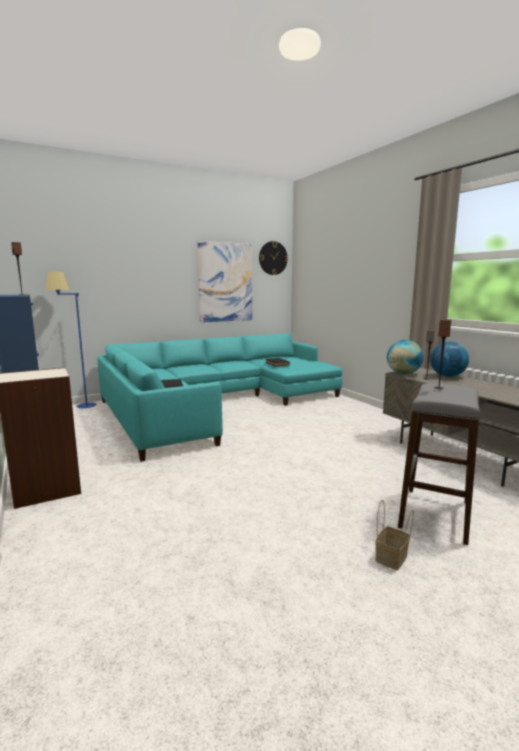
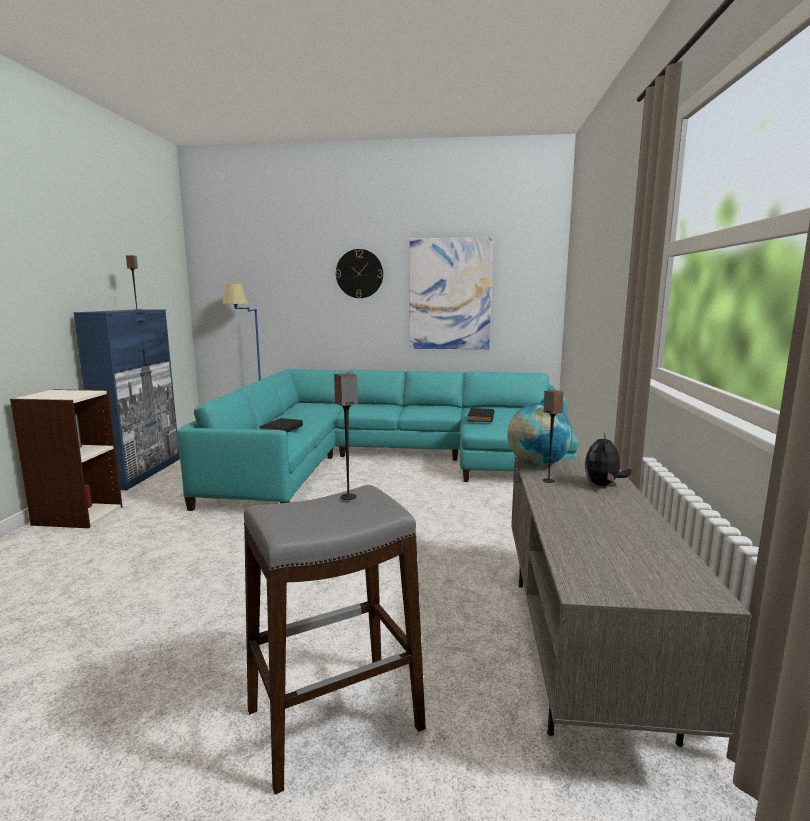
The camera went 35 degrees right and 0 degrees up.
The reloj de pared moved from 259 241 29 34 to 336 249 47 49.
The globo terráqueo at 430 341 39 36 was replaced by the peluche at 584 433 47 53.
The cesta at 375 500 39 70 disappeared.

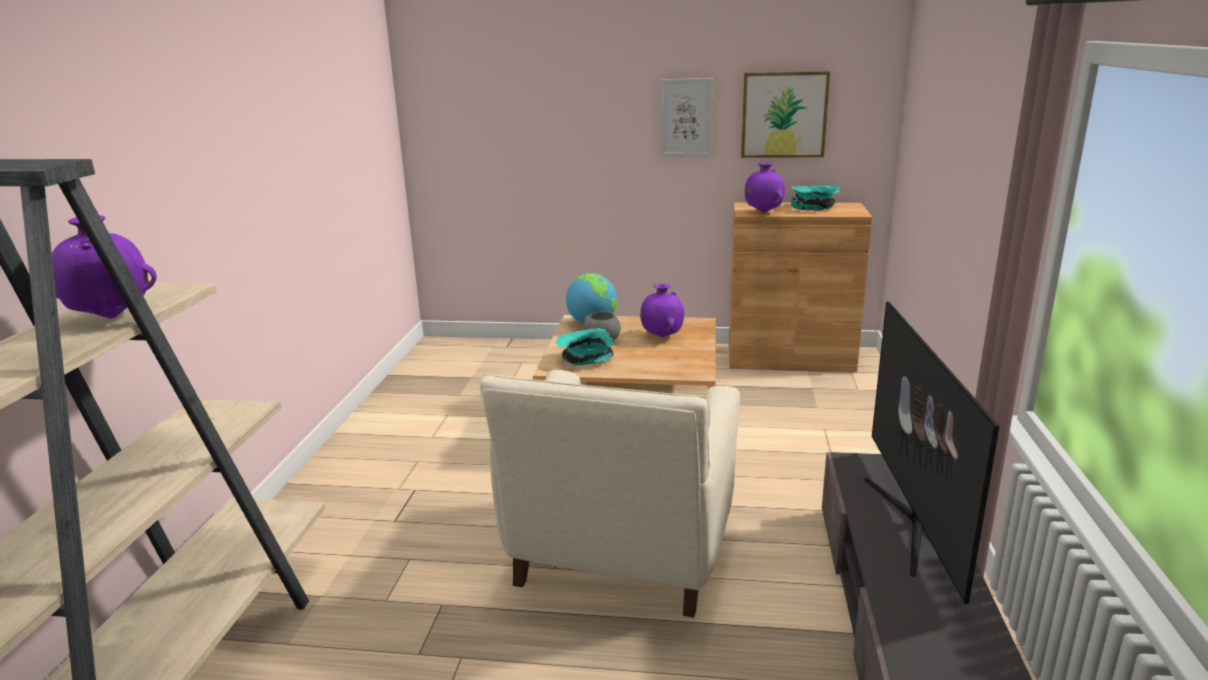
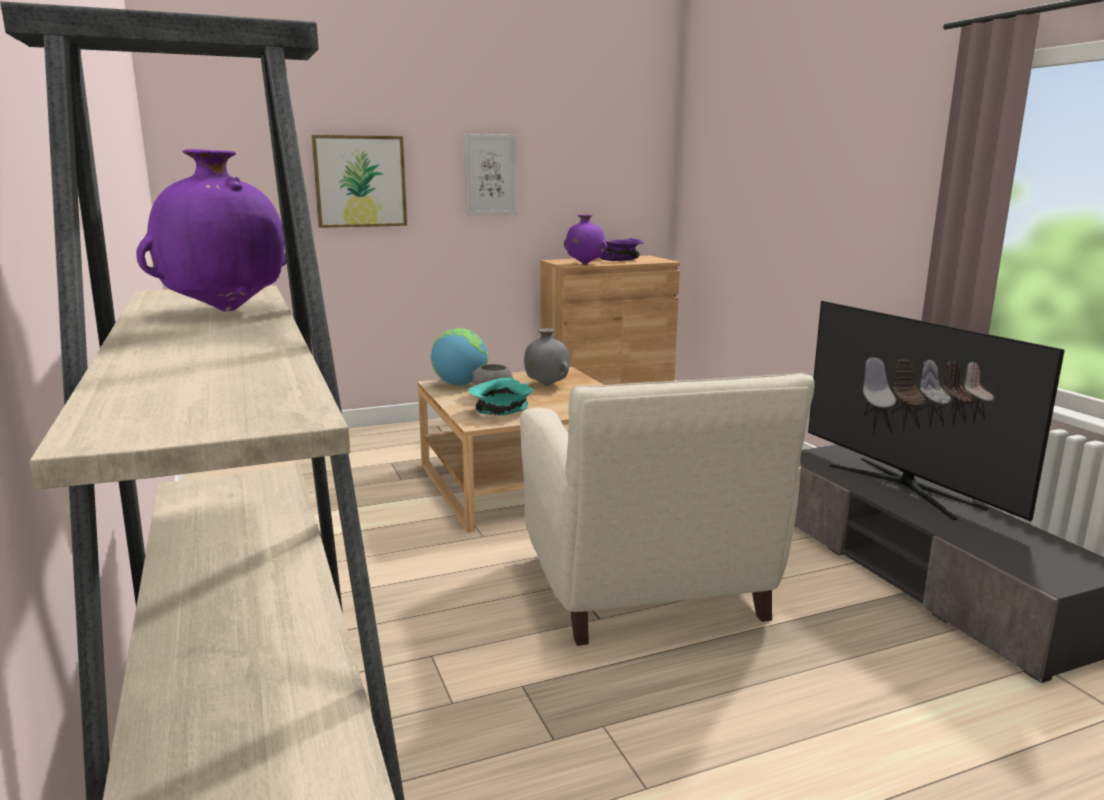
The camera went 30 degrees left and 5 degrees down.
The cuadro moved from 741 71 89 87 to 312 135 95 93.
The cuenco [turquesa] at 791 185 48 25 became the cuenco [morado] at 599 238 44 23.
The florero [morado] at 640 283 44 55 became the florero [gris] at 524 329 46 57.

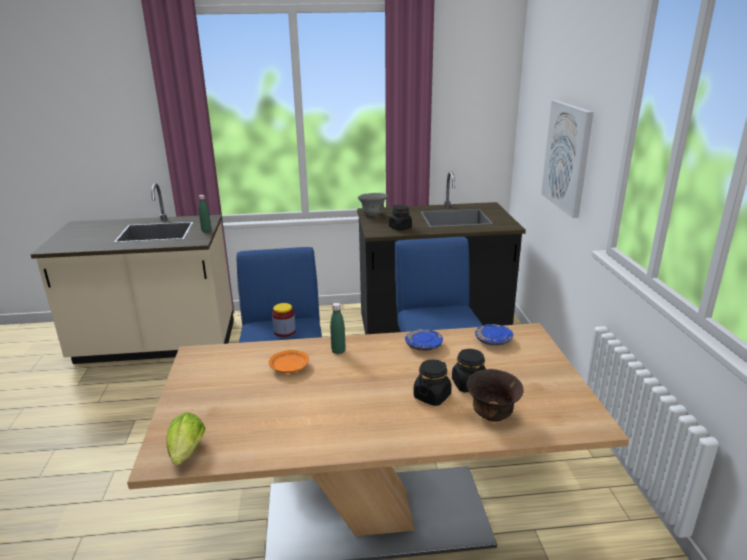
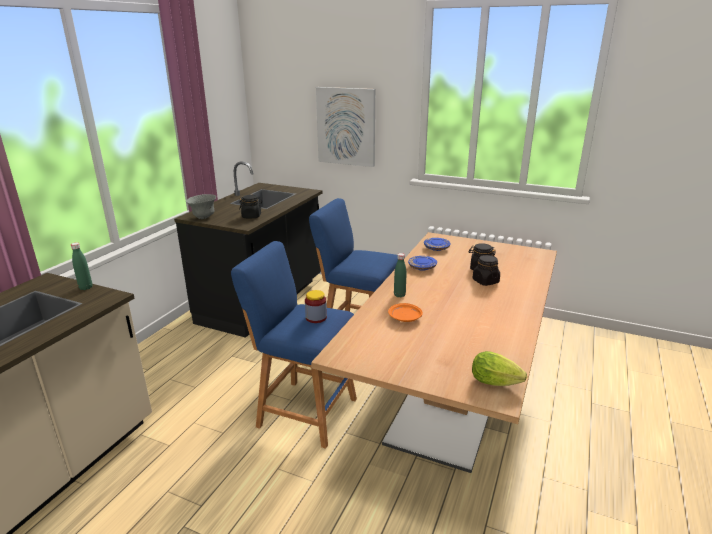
The camera went 60 degrees left and 0 degrees up.
The cuenco [marrón] at 467 369 56 52 disappeared.

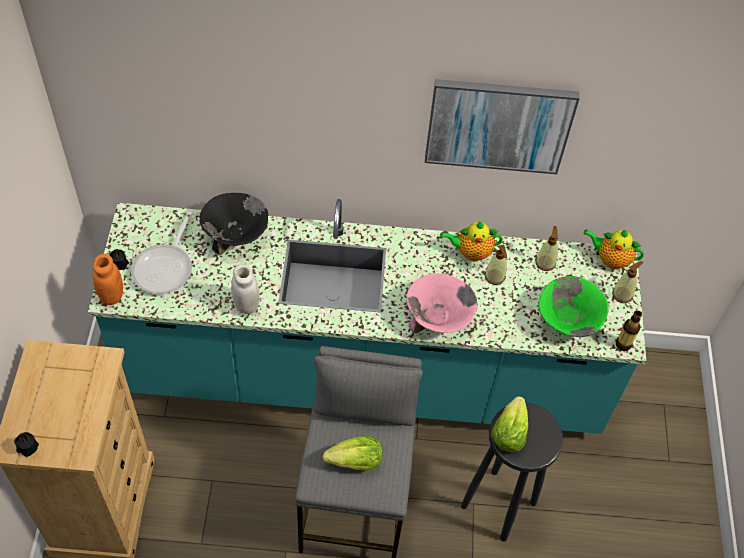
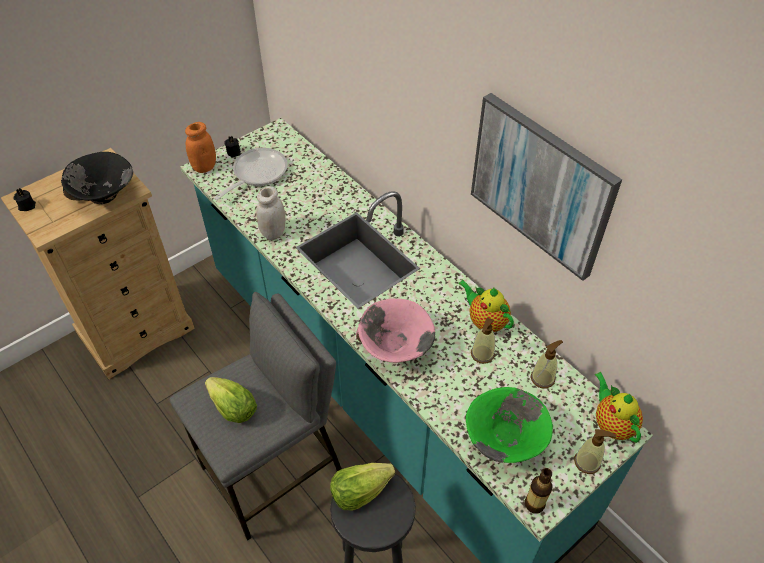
The camera went 50 degrees right and 5 degrees down.
The cuenco [negro] moved from 200 193 68 62 to 61 152 73 52.
The sartén at 131 211 61 83 turned 150 degrees clockwise.

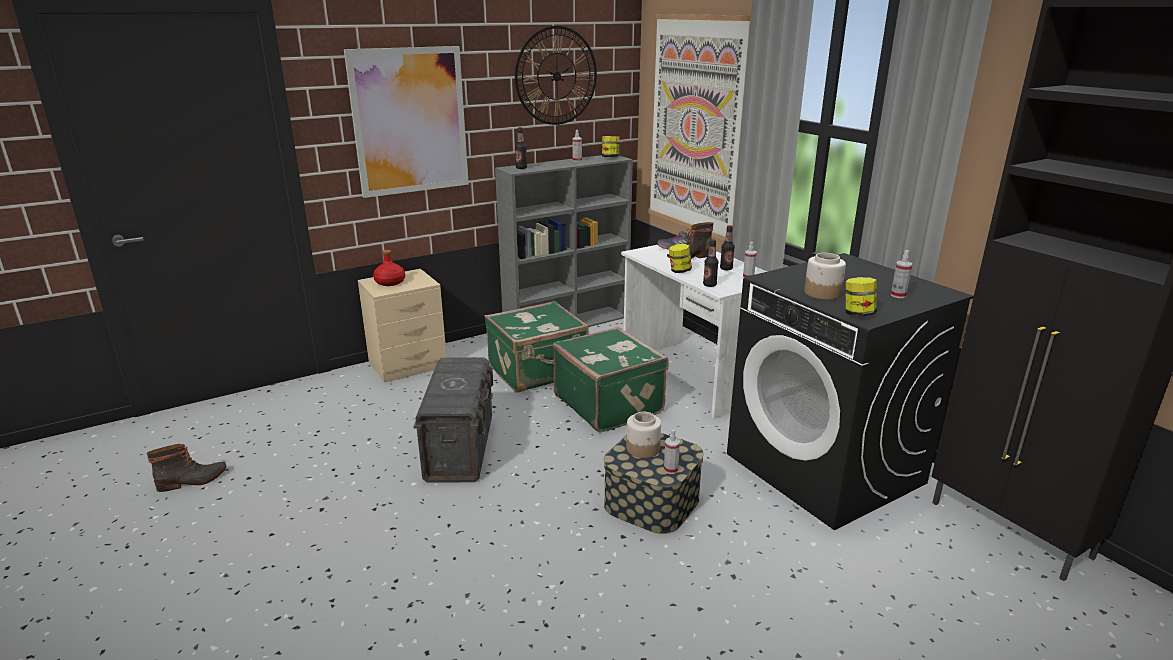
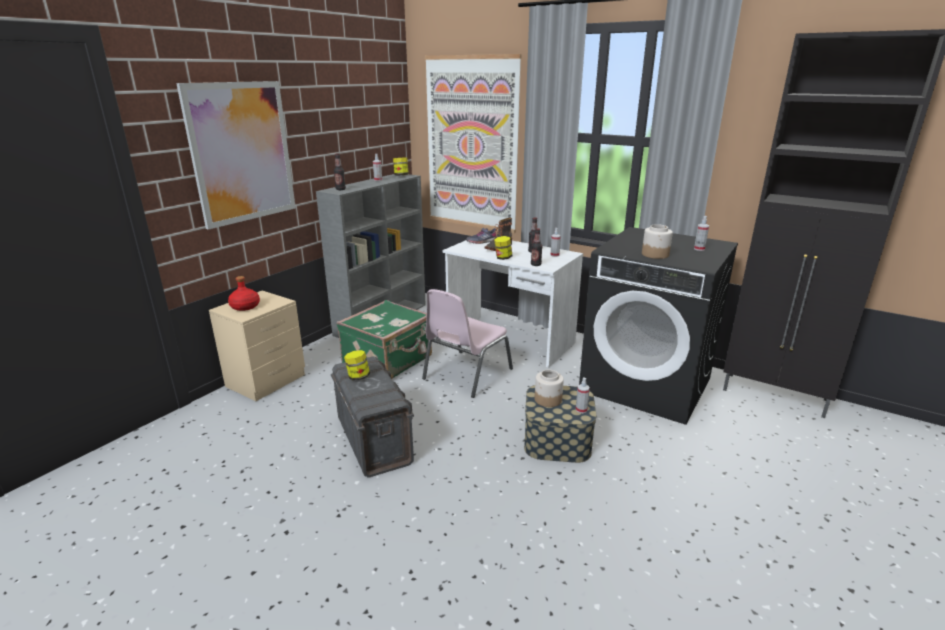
The camera went 25 degrees left and 0 degrees up.
The reloj de pared at 515 26 82 99 disappeared.
The tarro moved from 846 277 31 39 to 344 350 26 31.
The maleta [verde] at 553 327 116 105 was replaced by the silla [rosa] at 422 289 91 109.
The bota at 147 444 79 48 disappeared.

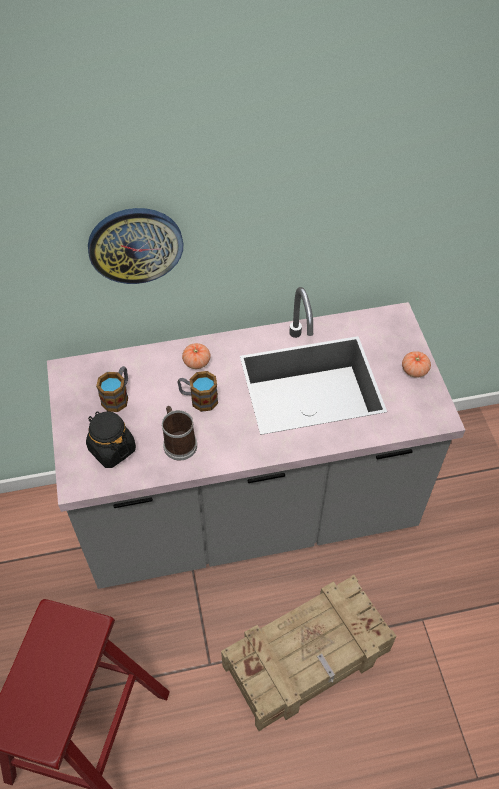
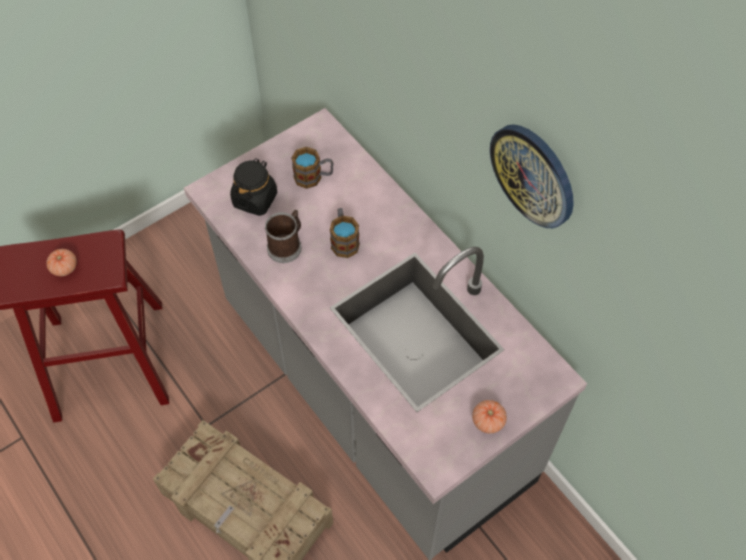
The camera went 65 degrees right and 5 degrees up.
The reloj de pared moved from 88 208 95 76 to 490 124 84 104.
The tomate moved from 182 343 29 26 to 46 249 31 27.

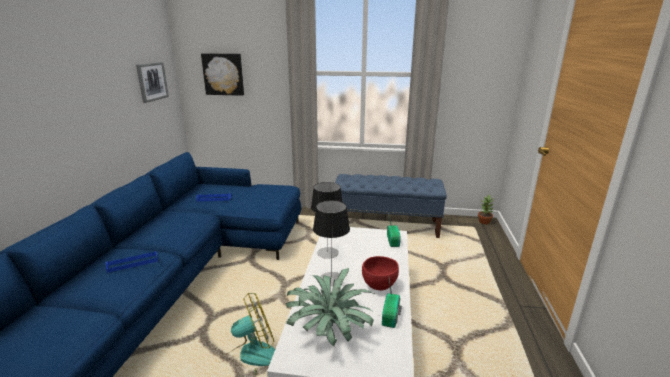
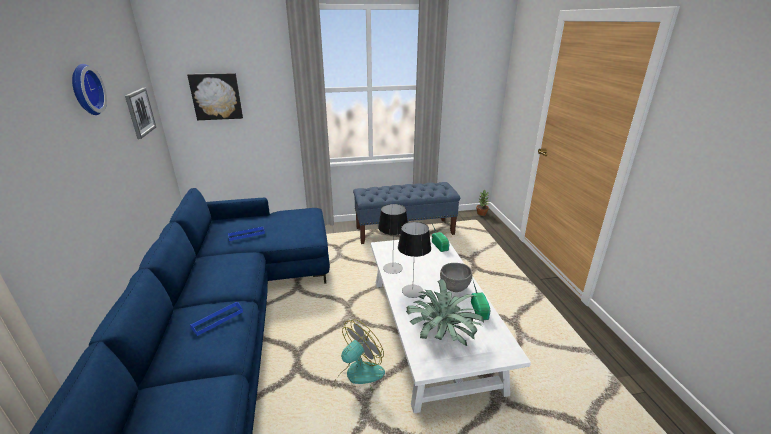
The camera went 20 degrees left and 5 degrees up.
The cuenco [rojo] at 362 256 37 34 became the cuenco [gris] at 440 263 32 29.
The reloj de pared at 72 64 35 51 appeared.

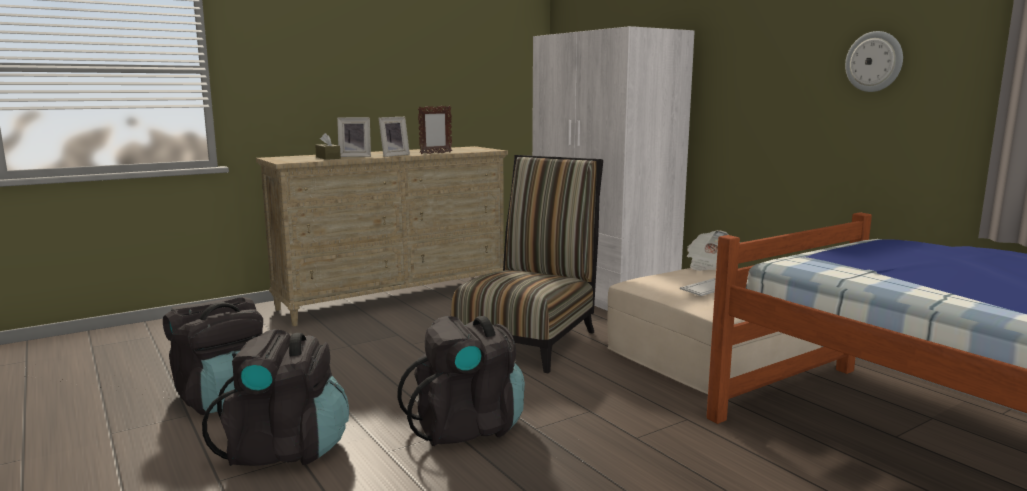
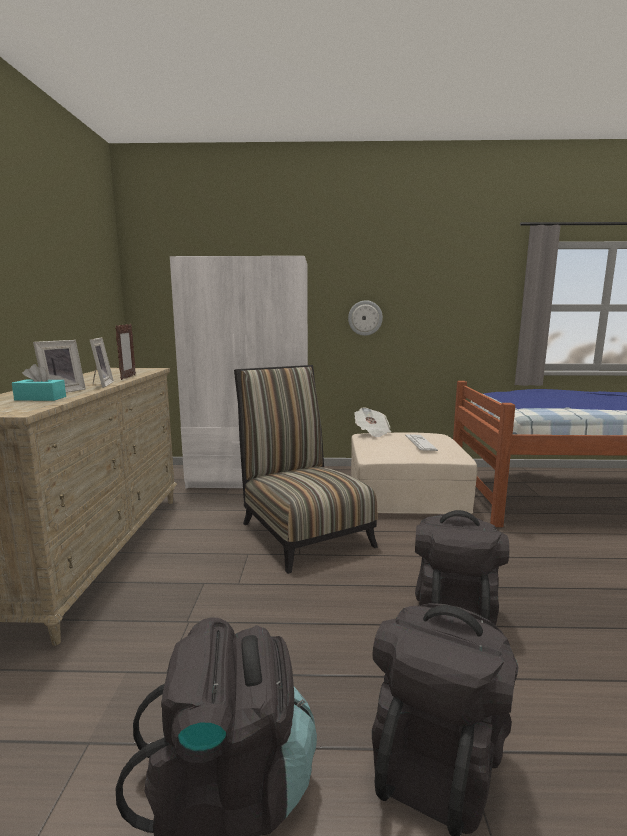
The camera went 55 degrees left and 0 degrees up.
The reloj de pared moved from 845 31 58 61 to 348 300 35 36.
The caja de pañuelos [marrón] at 315 133 26 27 became the caja de pañuelos [turquesa] at 12 364 54 37.

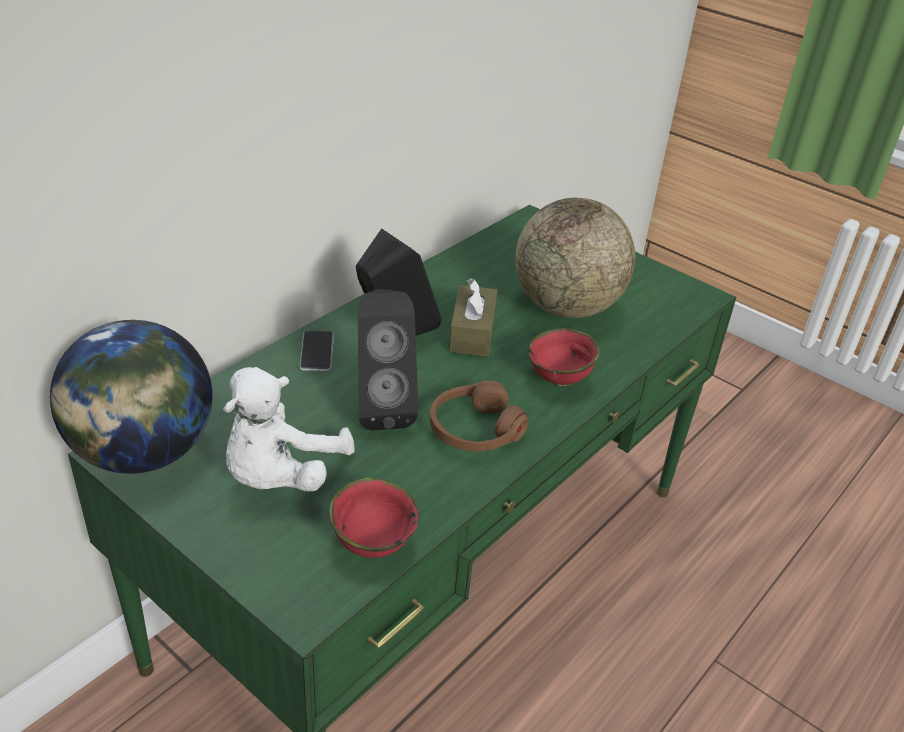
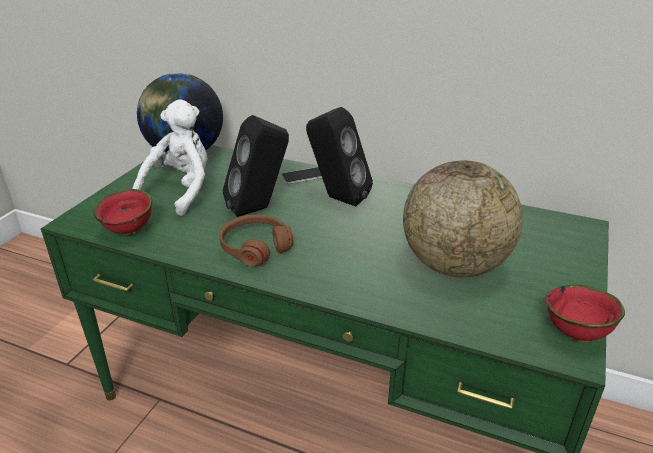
The camera went 75 degrees right and 5 degrees down.
The caja de pañuelos [marrón] at 449 278 49 79 disappeared.
The cuenco [rojo] moved from 527 328 73 58 to 545 285 80 58.
The peluche [blanco] at 223 367 132 124 turned 105 degrees clockwise.

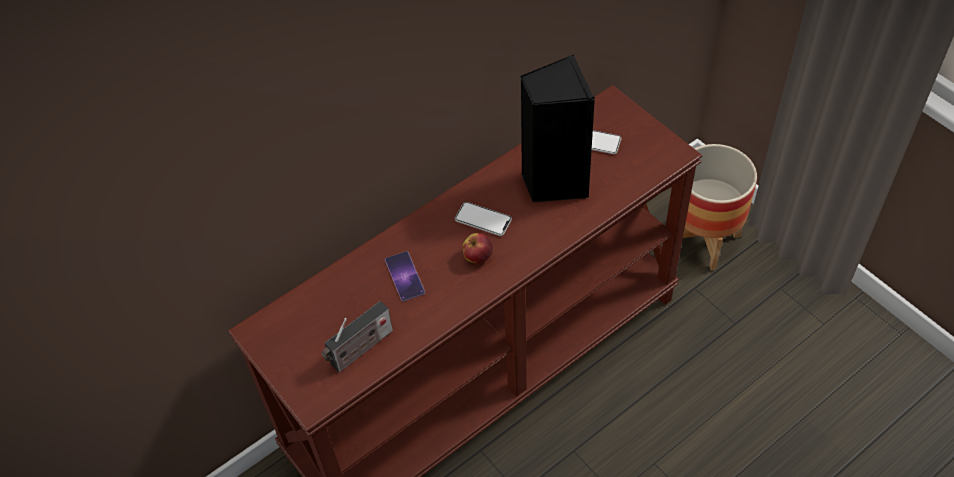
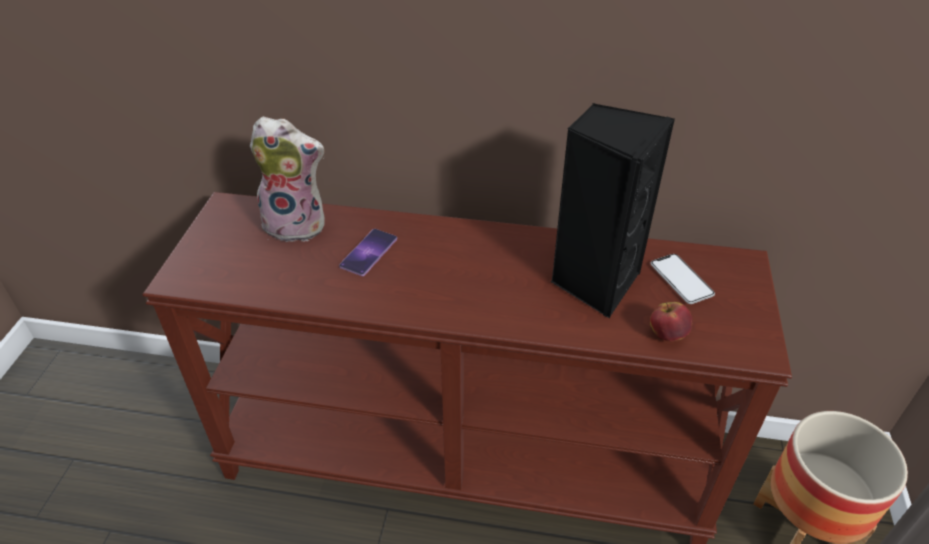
The camera went 45 degrees right and 10 degrees down.
The móvil at 455 202 57 34 disappeared.
The manzana moved from 463 233 30 31 to 650 302 42 40.
The radio at 322 301 71 72 disappeared.
The peluche at 250 117 75 125 appeared.

